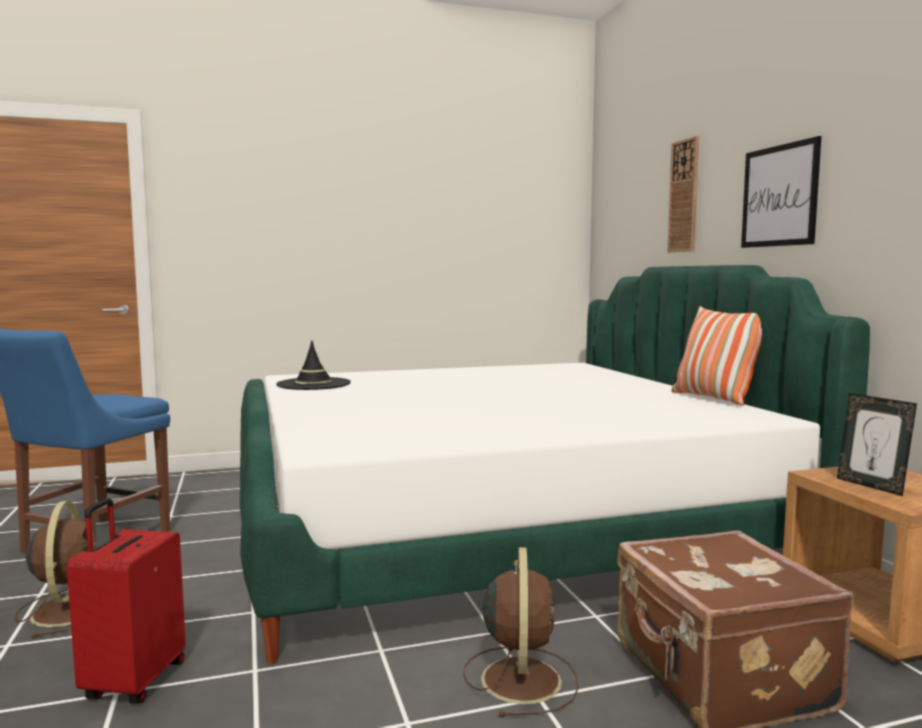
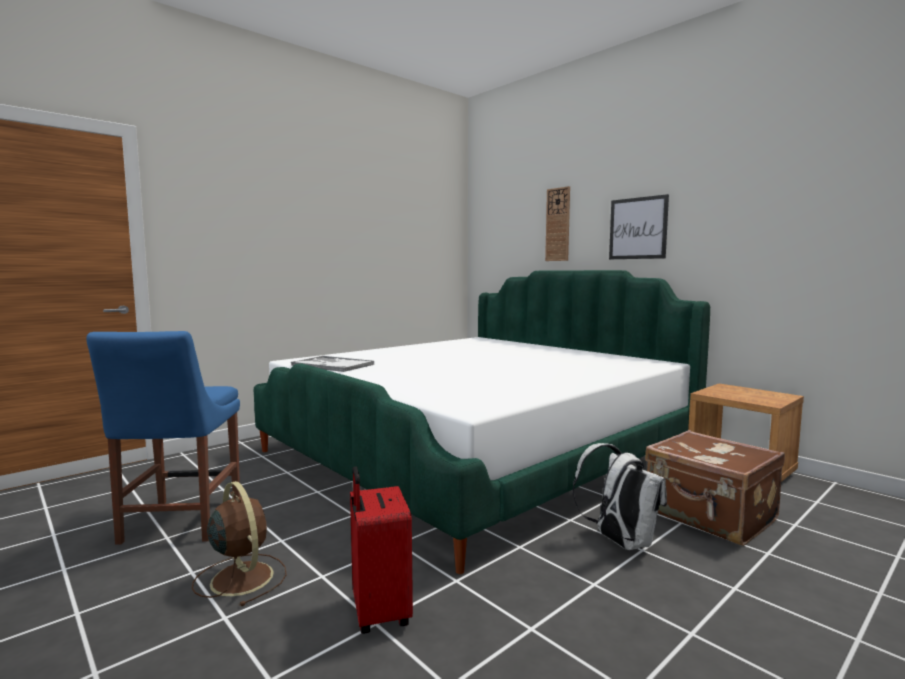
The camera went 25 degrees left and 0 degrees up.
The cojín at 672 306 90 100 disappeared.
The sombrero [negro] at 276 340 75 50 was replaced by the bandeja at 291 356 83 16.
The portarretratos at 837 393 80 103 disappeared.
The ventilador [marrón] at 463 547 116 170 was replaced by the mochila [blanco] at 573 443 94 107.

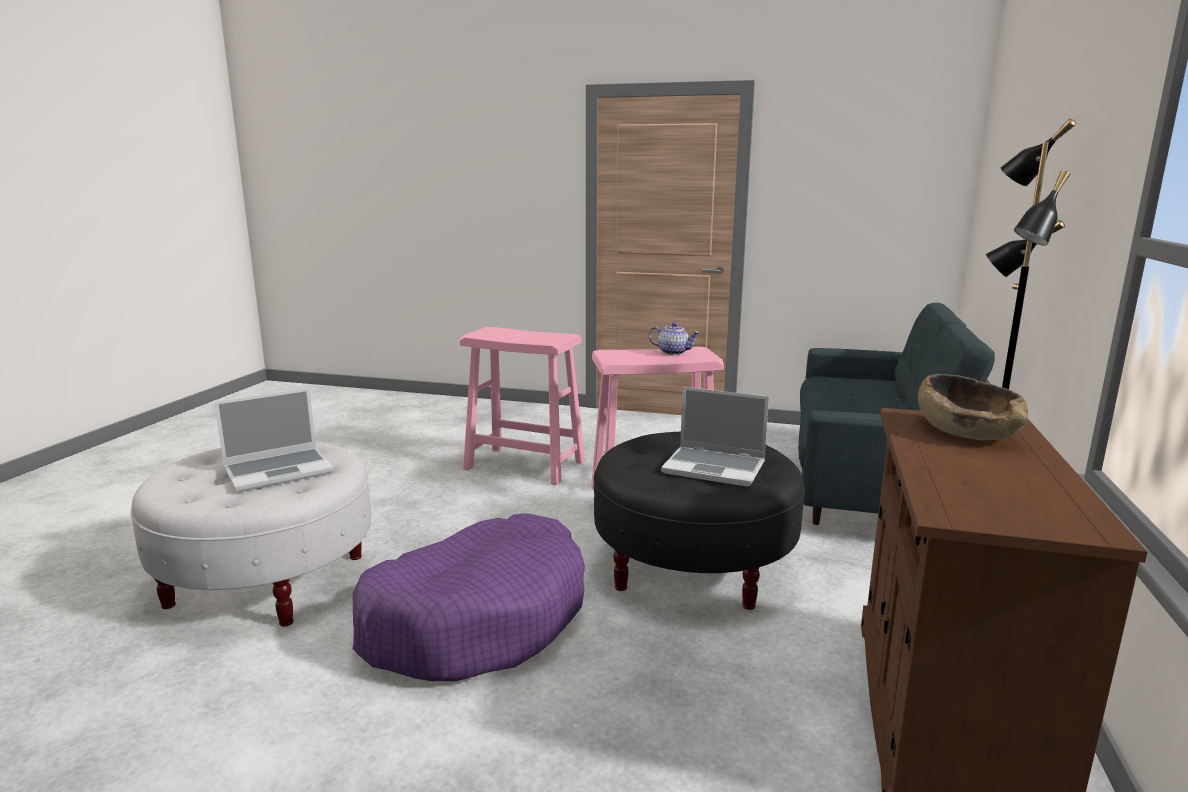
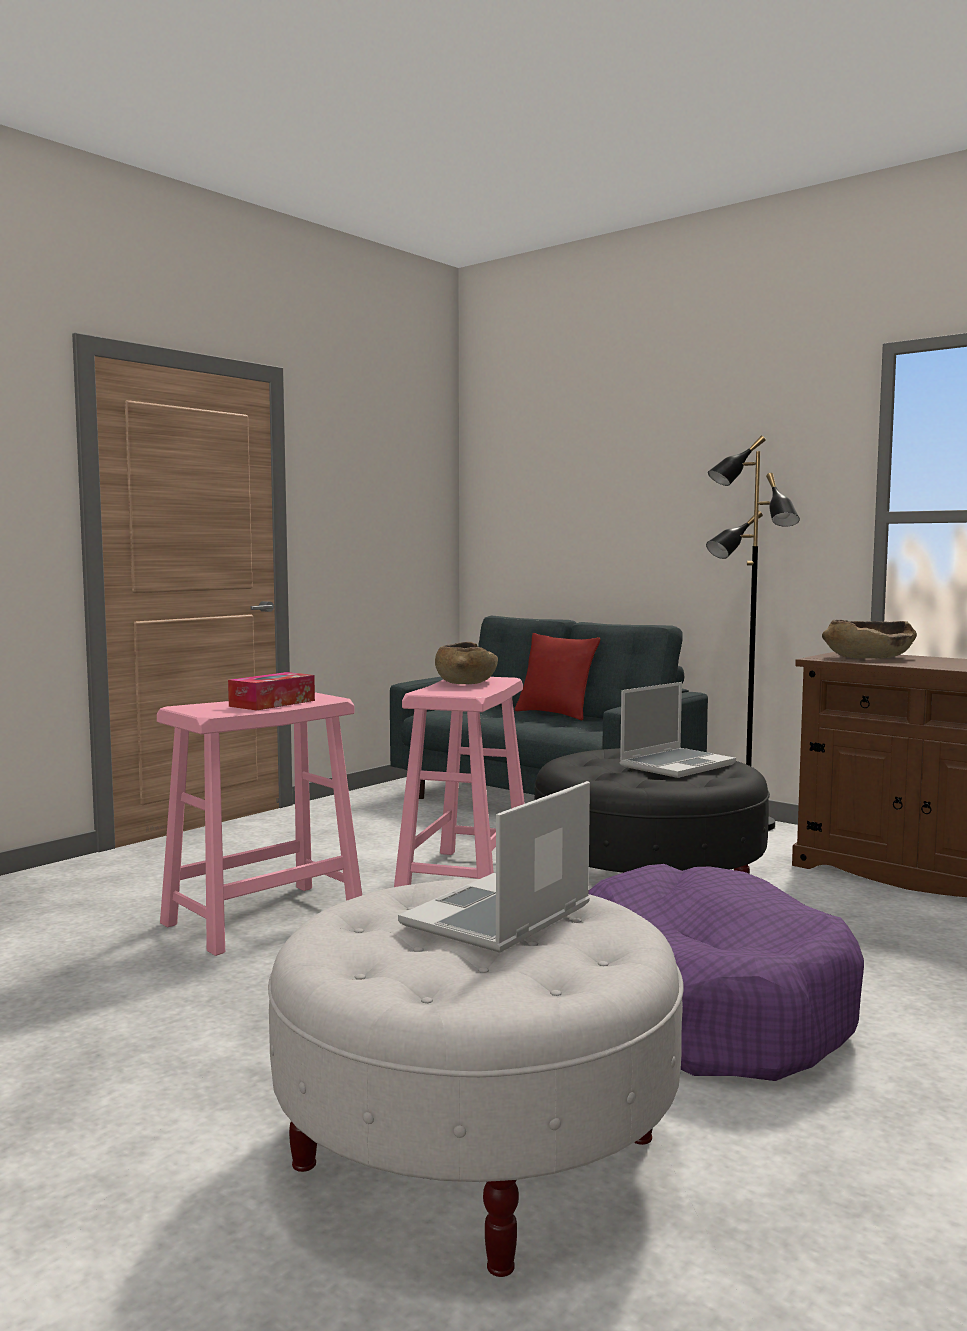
The camera went 65 degrees left and 10 degrees down.
The tetera at 649 322 51 33 was replaced by the cuenco [marrón] at 435 642 63 42.
The portátil at 214 388 120 104 turned 135 degrees counterclockwise.
The cojín [rojo] at 515 633 85 87 appeared.
The caja de pañuelos at 228 672 87 38 appeared.

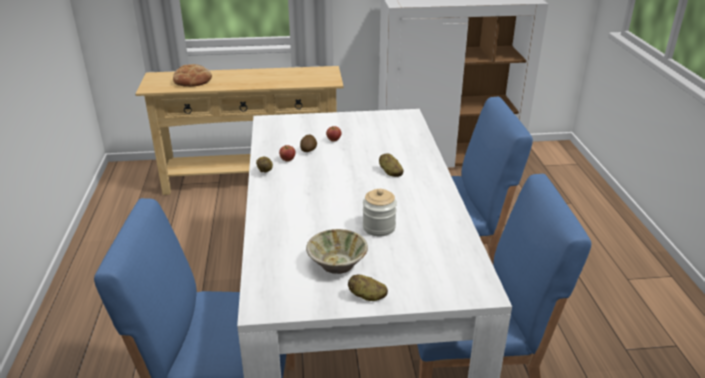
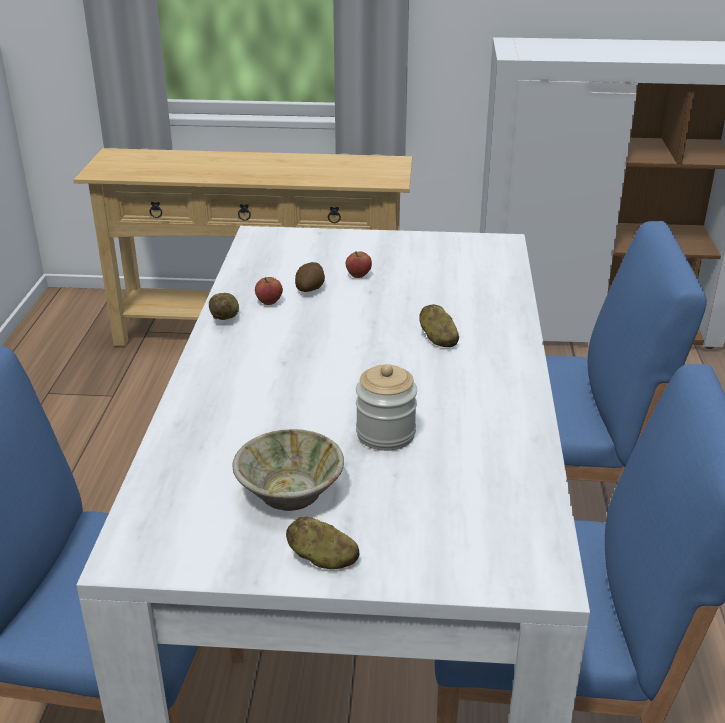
The camera went 10 degrees right and 0 degrees up.
The pan at 173 64 39 23 disappeared.

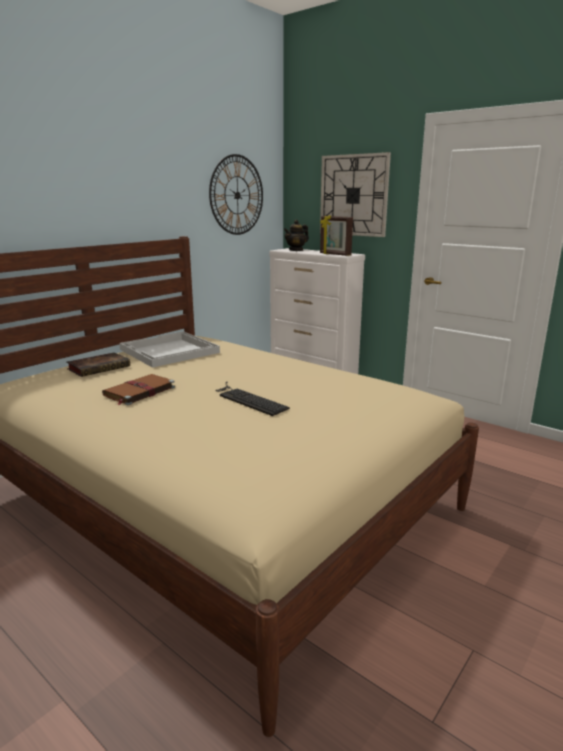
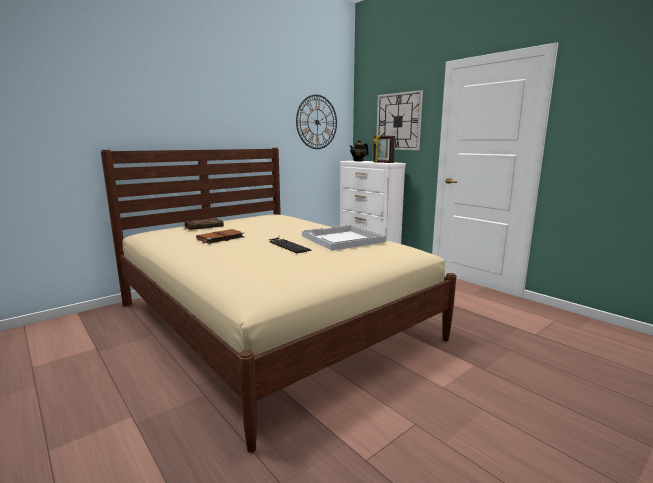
The camera went 10 degrees right and 5 degrees down.
The bandeja [blanco] moved from 119 331 101 37 to 302 225 84 25.

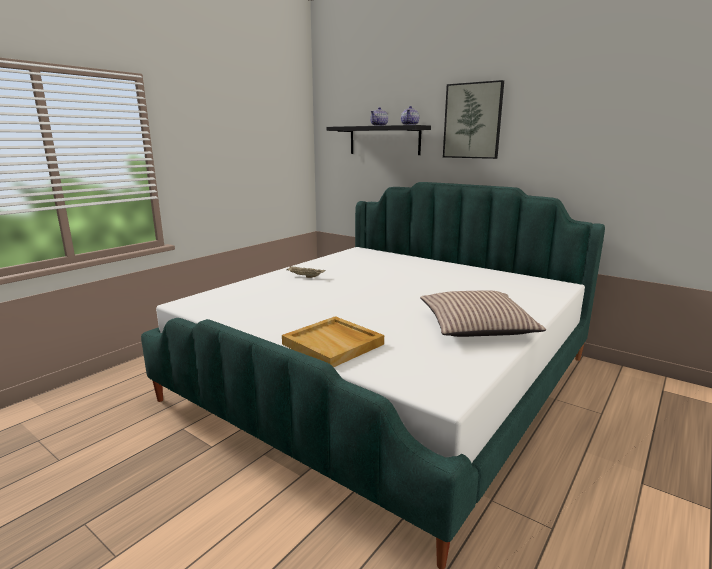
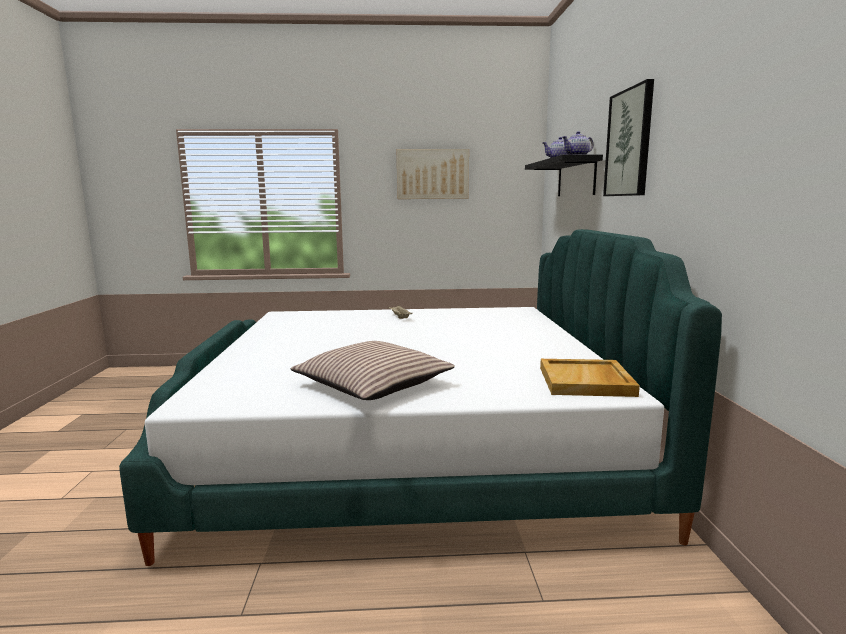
The camera went 50 degrees right and 5 degrees down.
The bandeja [beis] moved from 282 316 102 51 to 540 359 100 38.
The cuadro at 397 149 72 50 appeared.

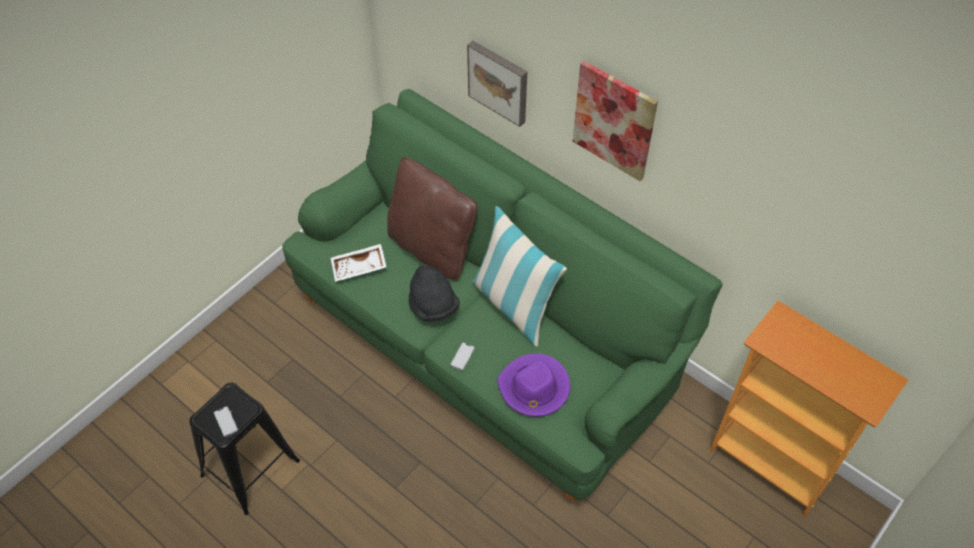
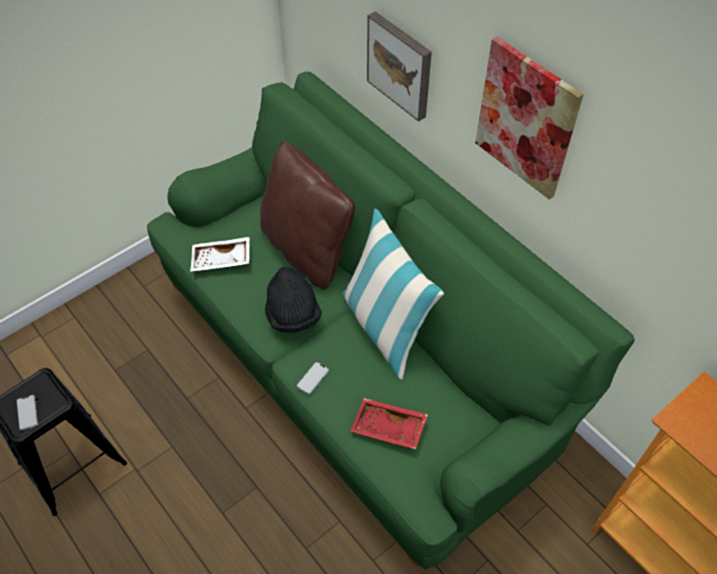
The camera went 10 degrees right and 0 degrees up.
The sombrero [morado] at 497 354 73 63 was replaced by the bandeja [rojo] at 350 398 78 51.

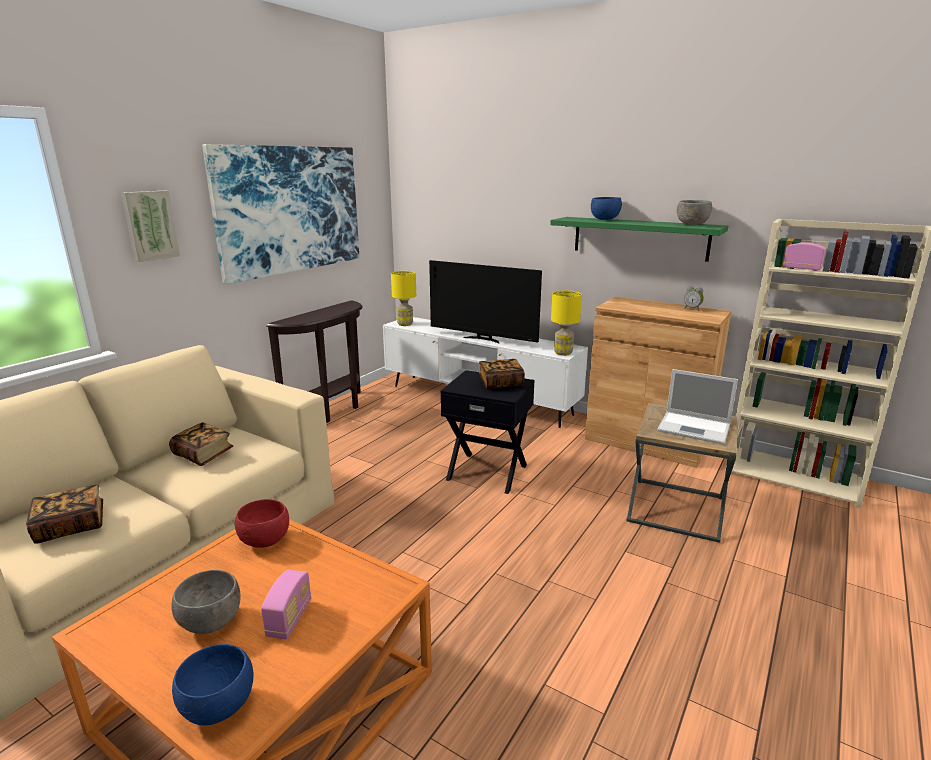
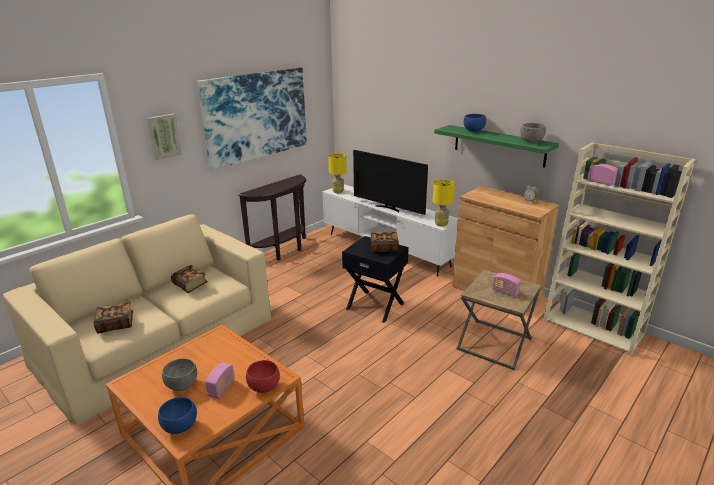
The camera went 10 degrees right and 5 degrees up.
The portátil at 657 369 81 76 was replaced by the radio at 492 273 29 24.
The cuenco [rojo] moved from 235 499 54 49 to 246 360 34 33.

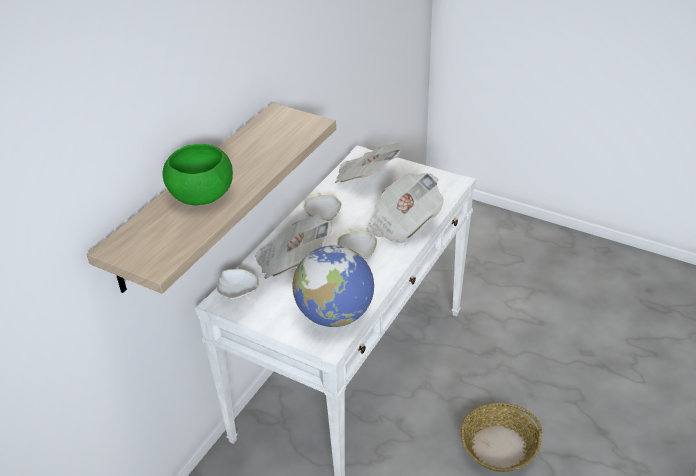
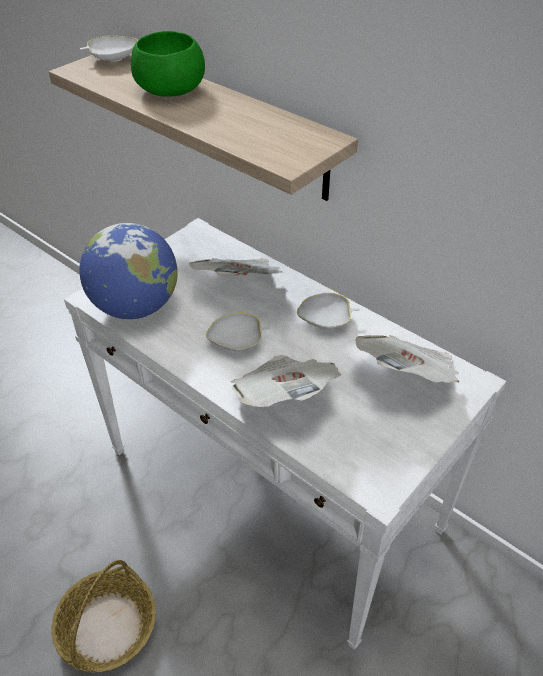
The camera went 100 degrees right and 5 degrees up.
The cuenco [blanco] moved from 217 269 42 31 to 80 35 58 27.

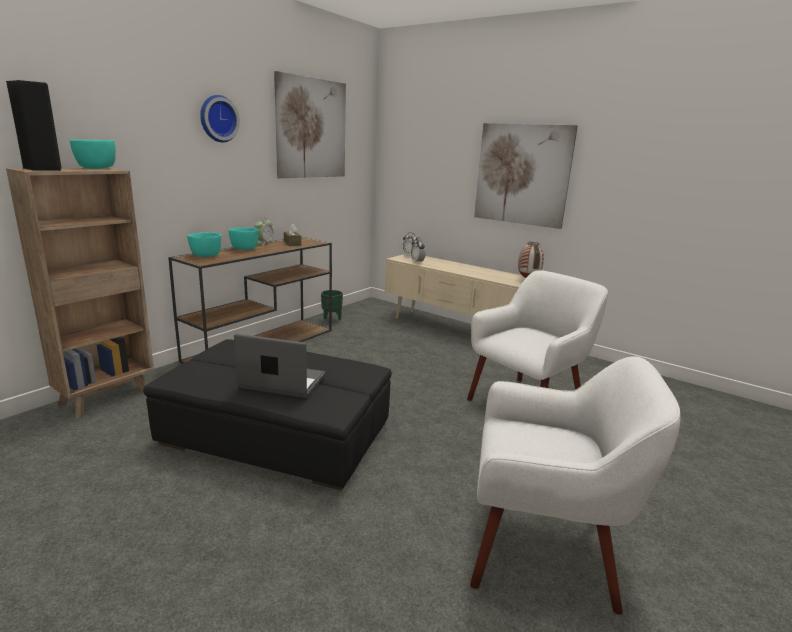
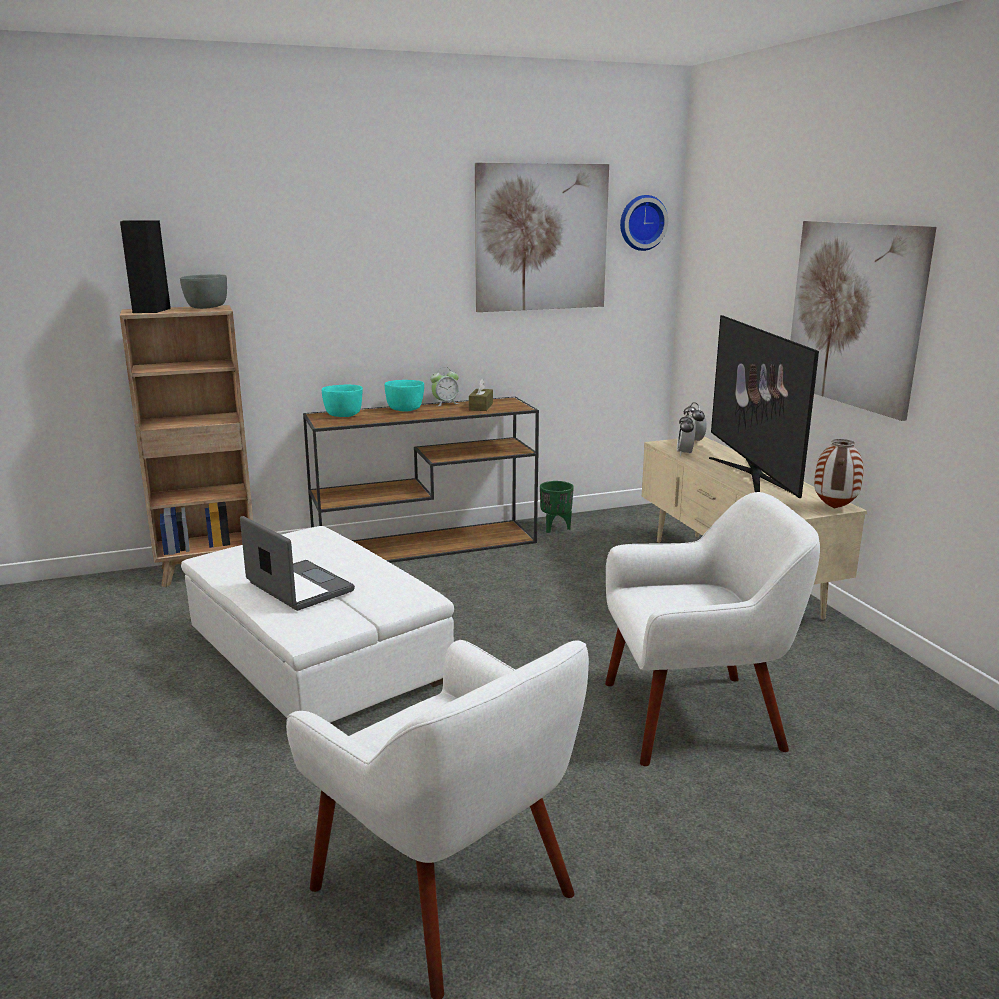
The camera went 35 degrees right and 0 degrees up.
The reloj de pared moved from 200 95 40 47 to 620 195 48 56.
The cuenco [turquesa] at 70 139 46 30 became the cuenco [gris] at 180 274 47 35.
The puf [negro] at 143 339 249 152 became the puf [blanco] at 181 526 273 197.
The televisor at 709 315 110 183 appeared.

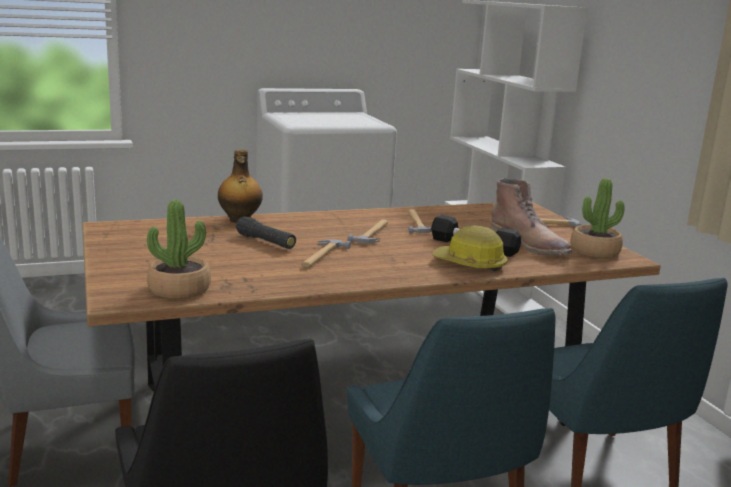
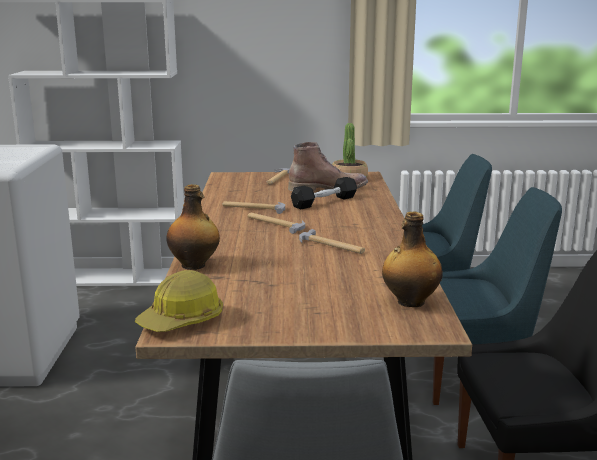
The camera went 70 degrees left and 0 degrees up.
The planta en maceta at 147 200 64 99 was replaced by the botella at 382 212 61 95.
The linterna [negro] at 236 216 60 33 disappeared.
The casco moved from 432 225 76 47 to 135 270 88 62.

